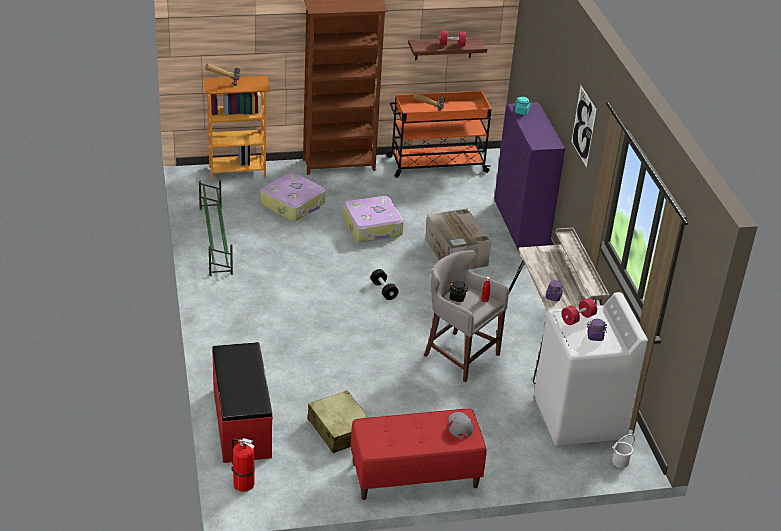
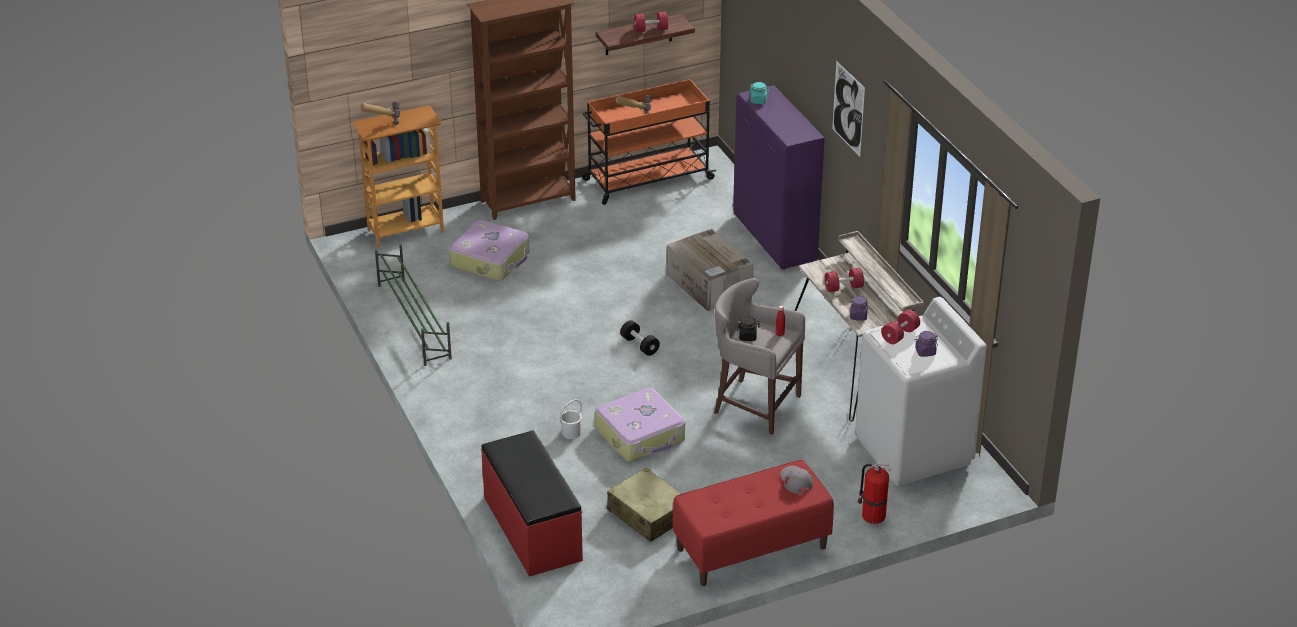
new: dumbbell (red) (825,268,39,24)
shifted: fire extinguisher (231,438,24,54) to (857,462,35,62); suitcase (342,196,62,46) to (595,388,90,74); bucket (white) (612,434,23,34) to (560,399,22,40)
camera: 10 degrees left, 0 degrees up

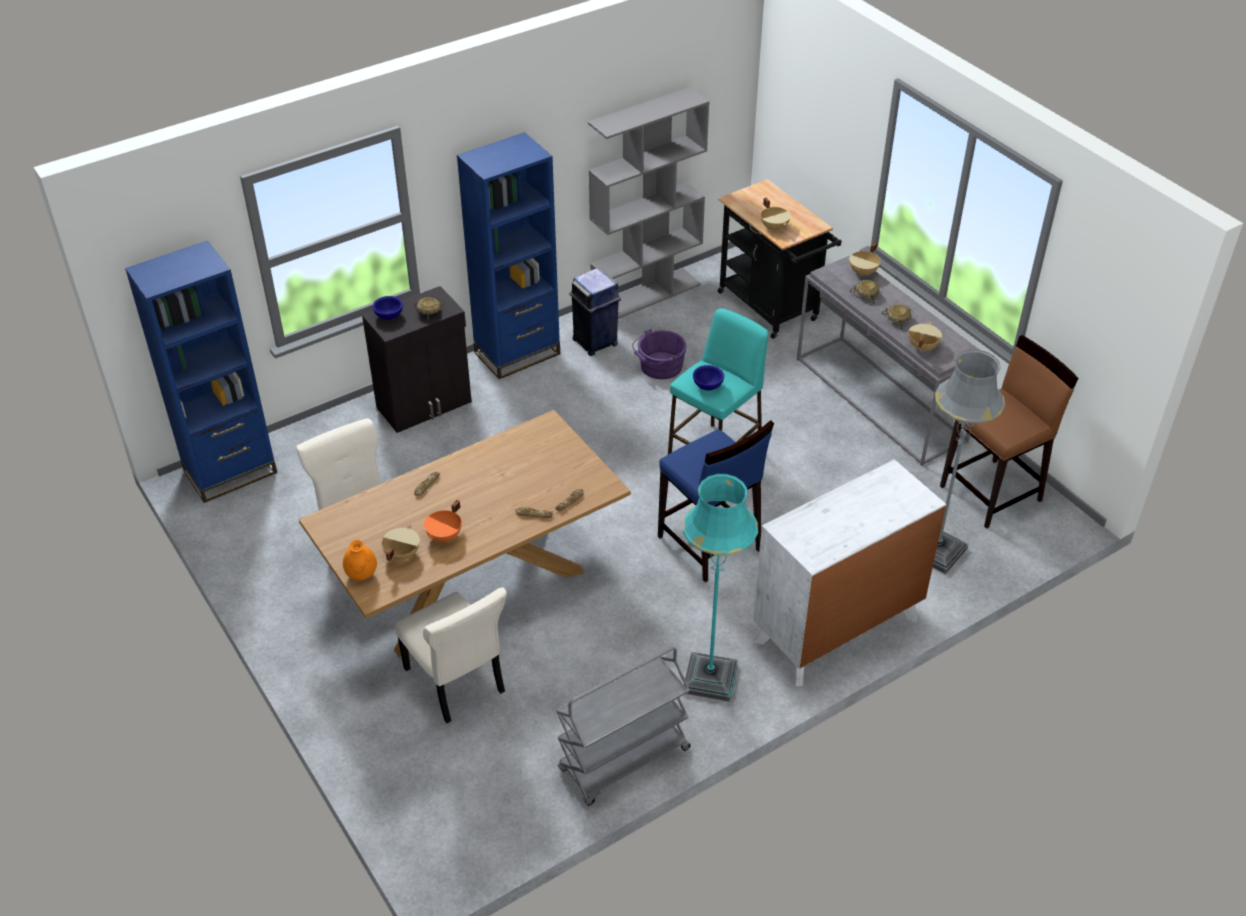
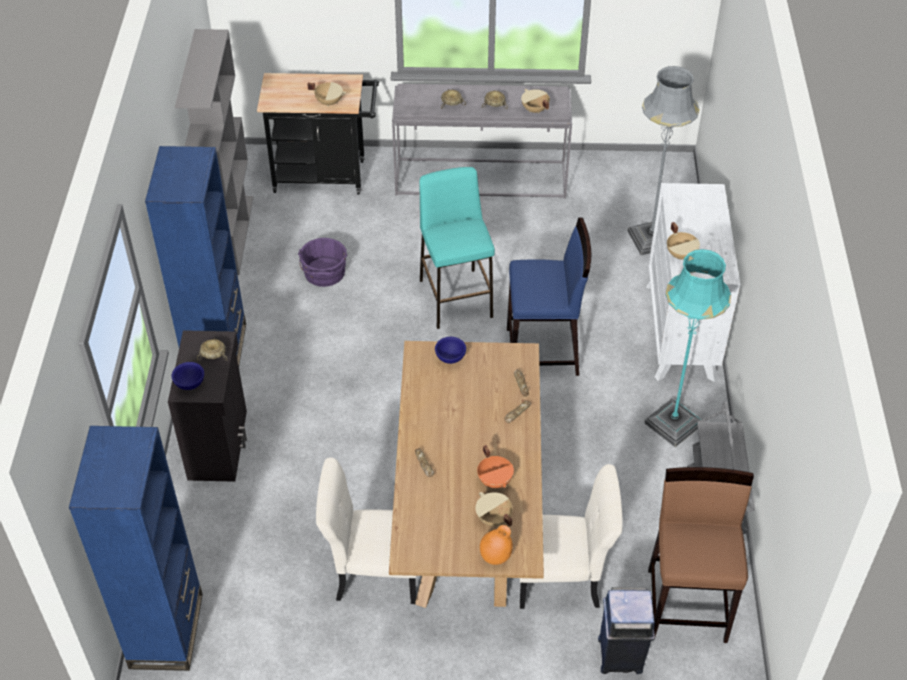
shifted: trash can (blue) (569,268,52,88) to (598,587,57,87); bowl (blue) (693,365,31,26) to (435,337,31,27); cooking pot (beige) (849,242,32,34) to (667,222,33,38); stool (brown) (940,335,139,194) to (648,467,106,176)
camera: 55 degrees left, 5 degrees up

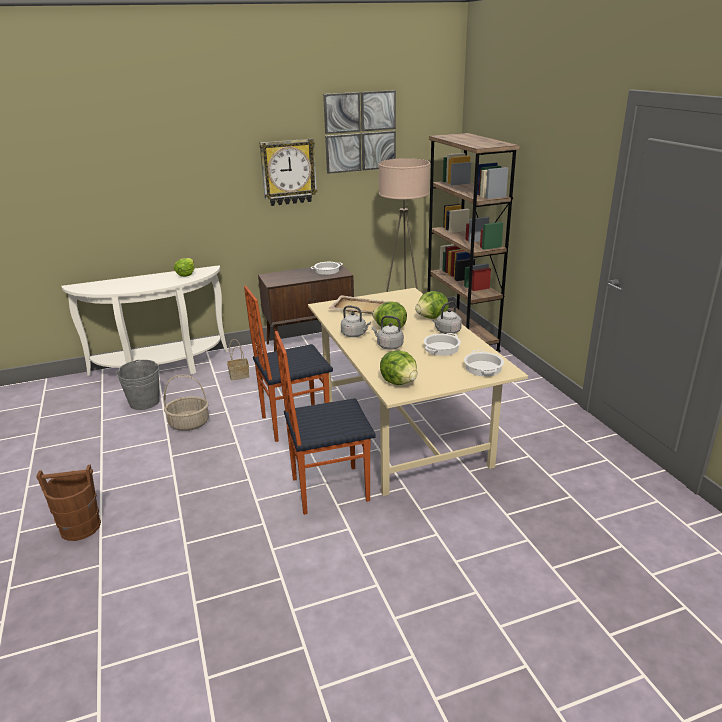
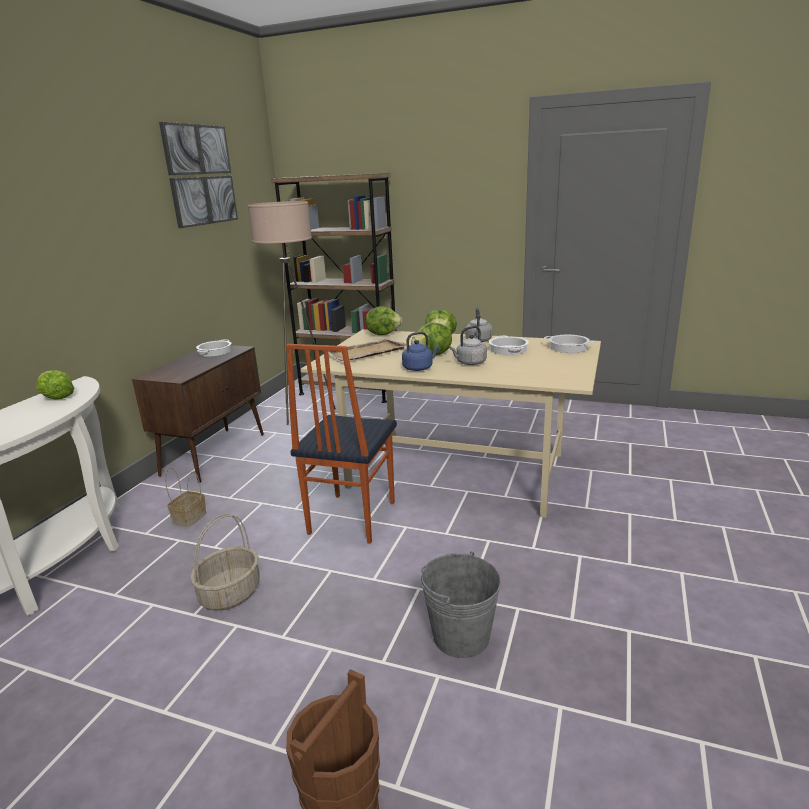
gone: wall clock (260,139,57,67); chair (275,331,101,184)
shifted: bucket (grey) (115,360,45,50) to (421,551,80,107); lettuce (380,351,38,34) to (366,306,36,29)
repainted: kettle (grey) (341,305,30,32) to kettle (blue) (402,332,38,39)
camera: 50 degrees left, 5 degrees down

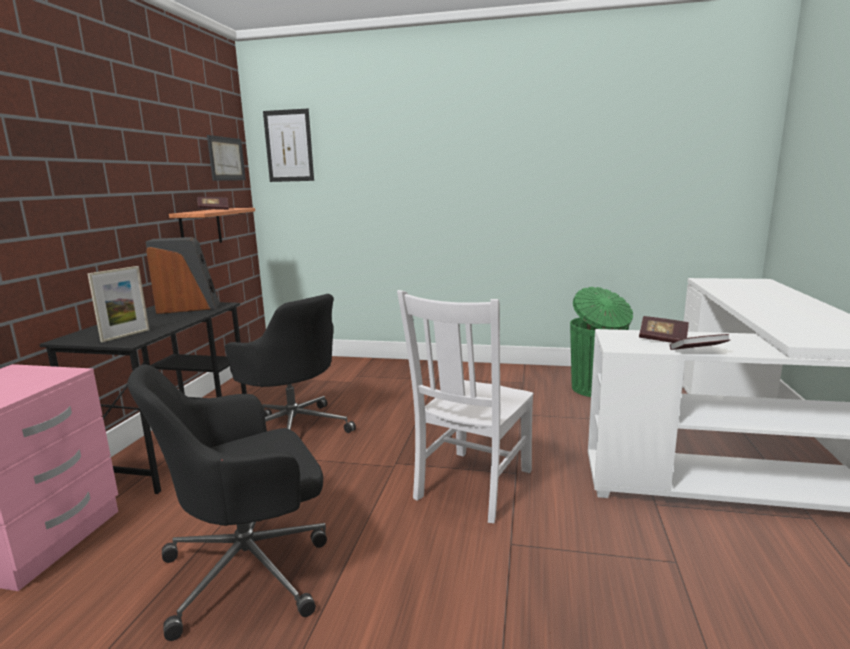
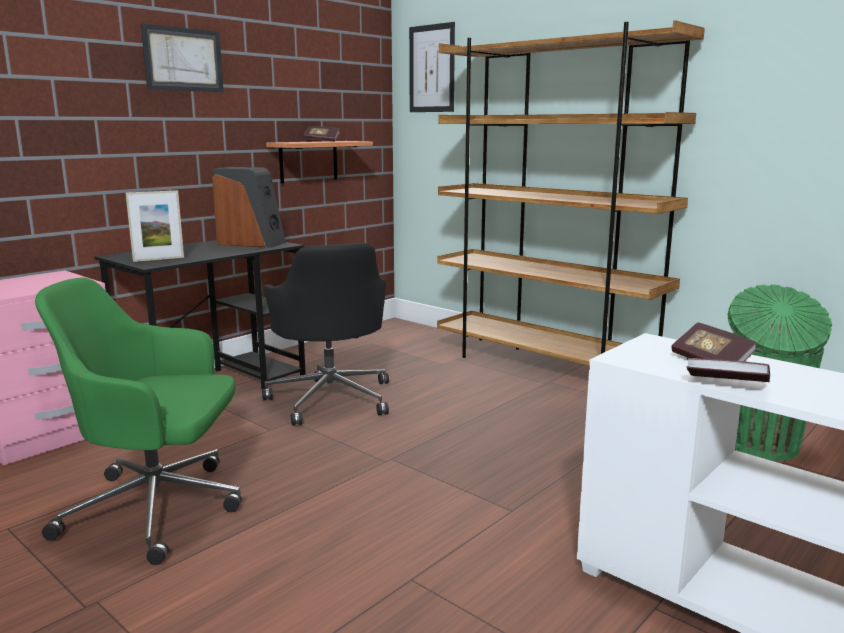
gone: chair (white) (397,290,137,233)
new: bookcase (brown) (437,20,268,345)
shifted: picture (207,135,39,46) to (141,24,83,68)
repainted: office chair (black) (127,364,200,277) to office chair (green) (35,277,207,288)
camera: 30 degrees right, 0 degrees up

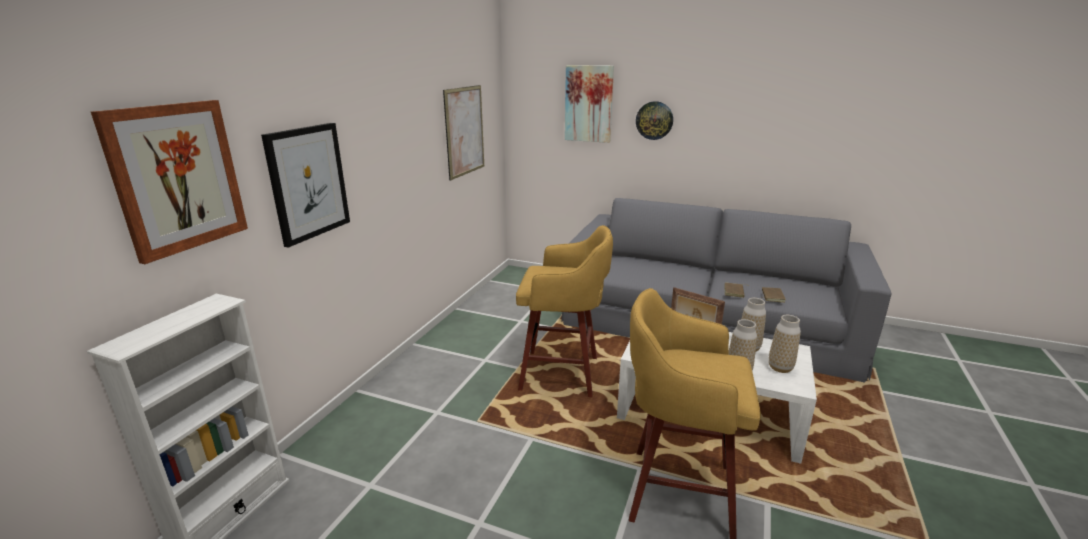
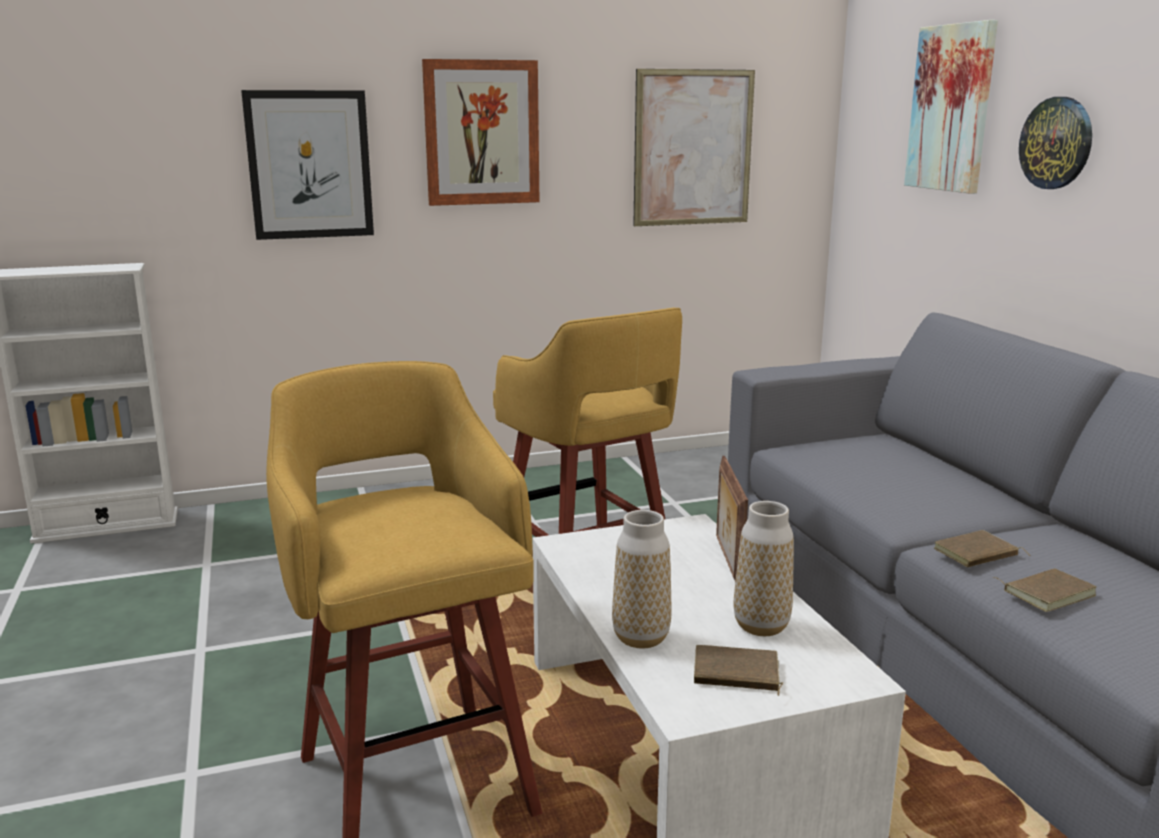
shifted: picture (91,100,157,164) to (422,59,117,147)
swapped: vase (768,315,33,58) to book (brown) (694,645,89,51)
camera: 50 degrees right, 5 degrees down

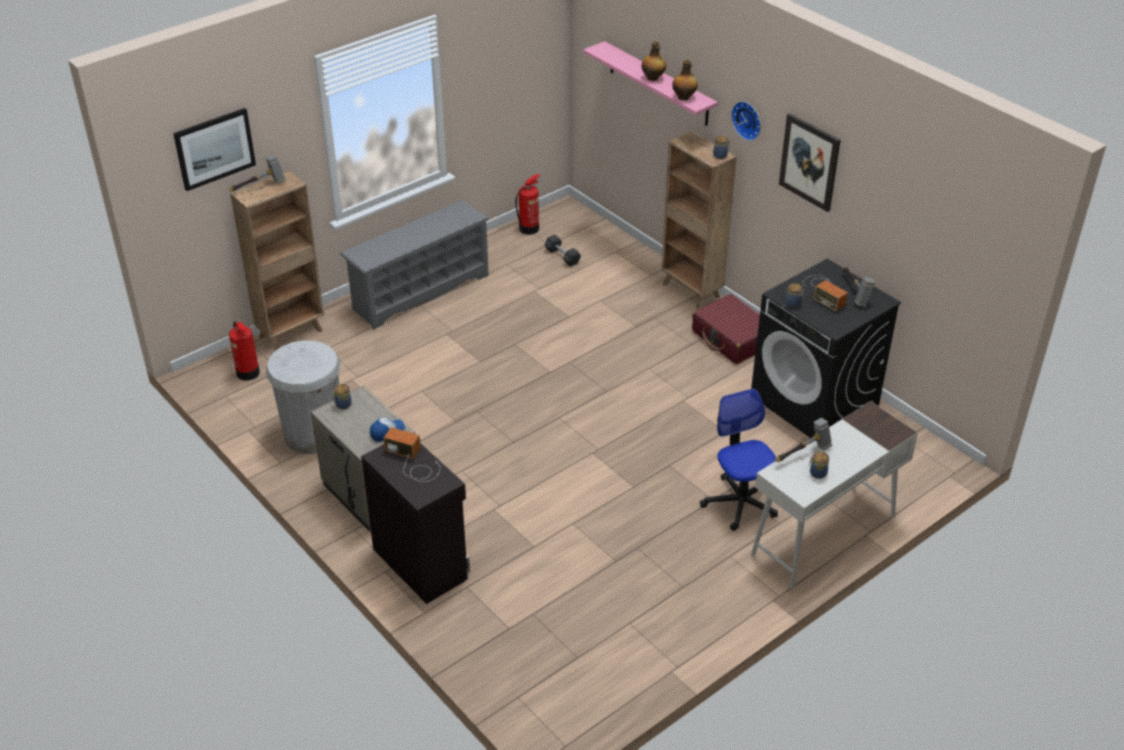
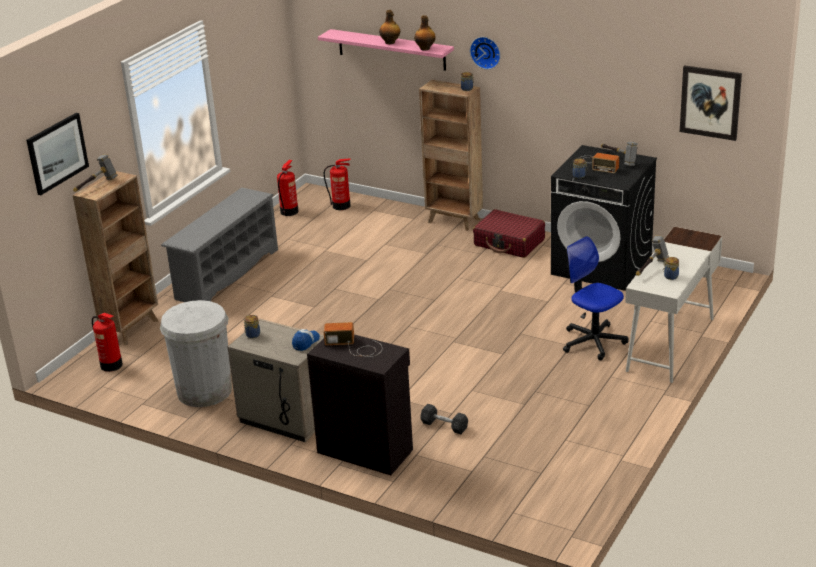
new: fire extinguisher (324,158,27,52)
shifted: dumbbell (grey) (544,234,37,33) to (420,404,48,30); picture (779,113,62,99) to (680,65,62,76)
camera: 20 degrees left, 10 degrees down

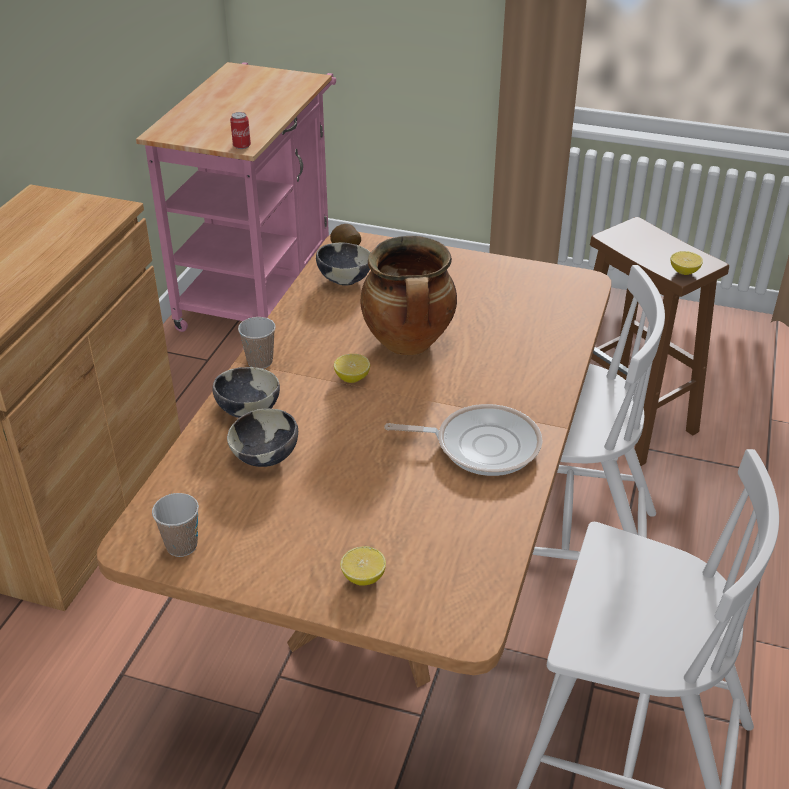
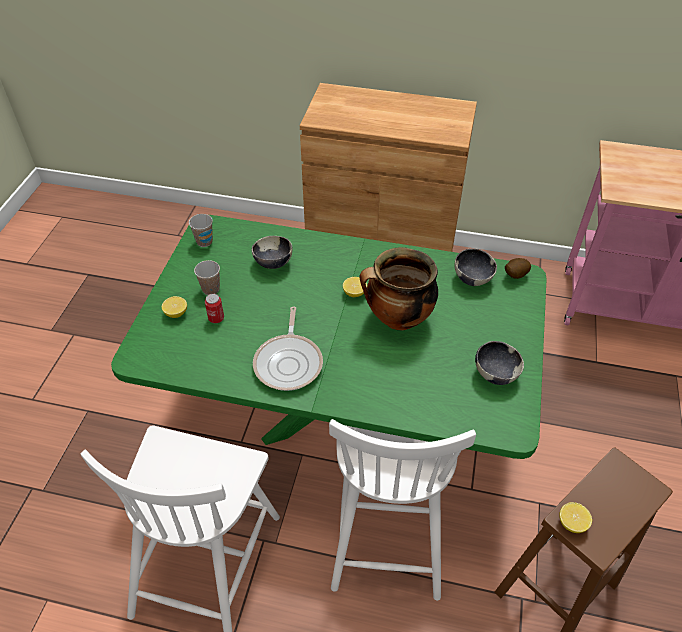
shifted: bowl (213,367,67,51) to (475,341,49,44); can (230,112,21,37) to (205,294,19,29); cup (238,317,38,52) to (194,260,26,35)
repainted: dining table (brown) (97,232,514,455) to dining table (green) (111,215,435,244)
camera: 85 degrees right, 10 degrees up

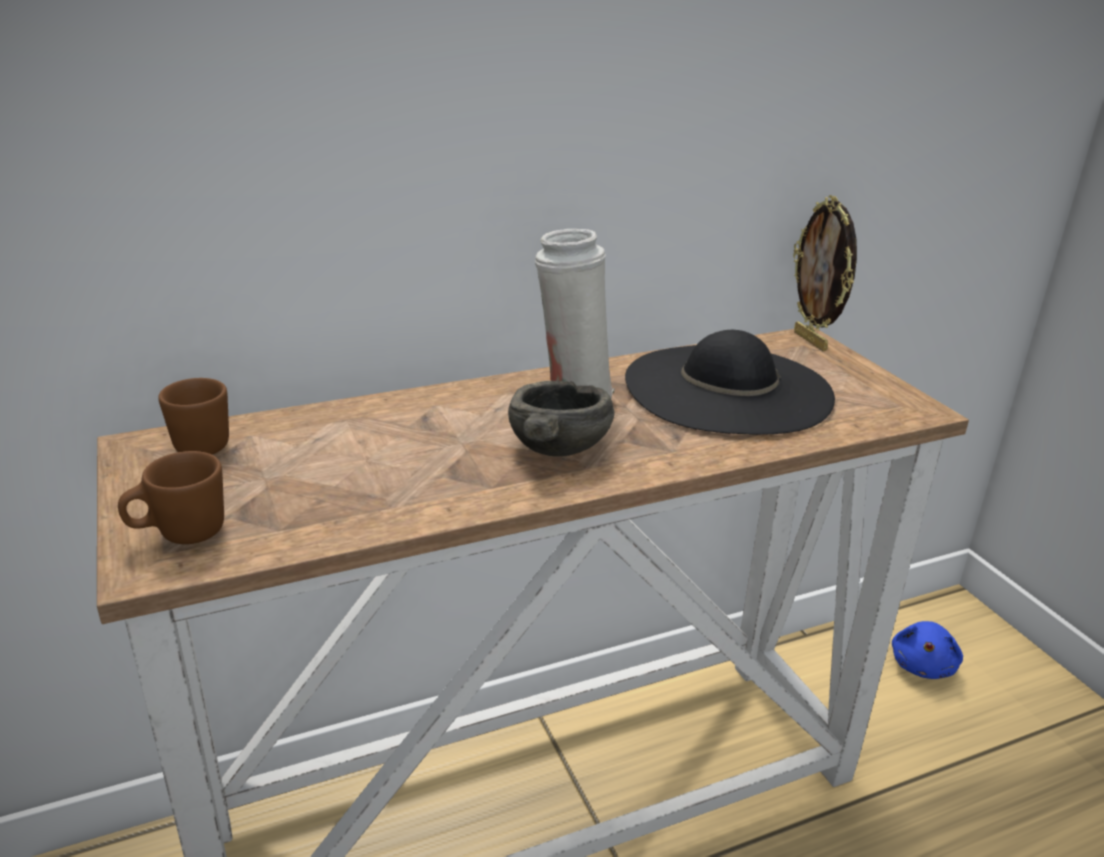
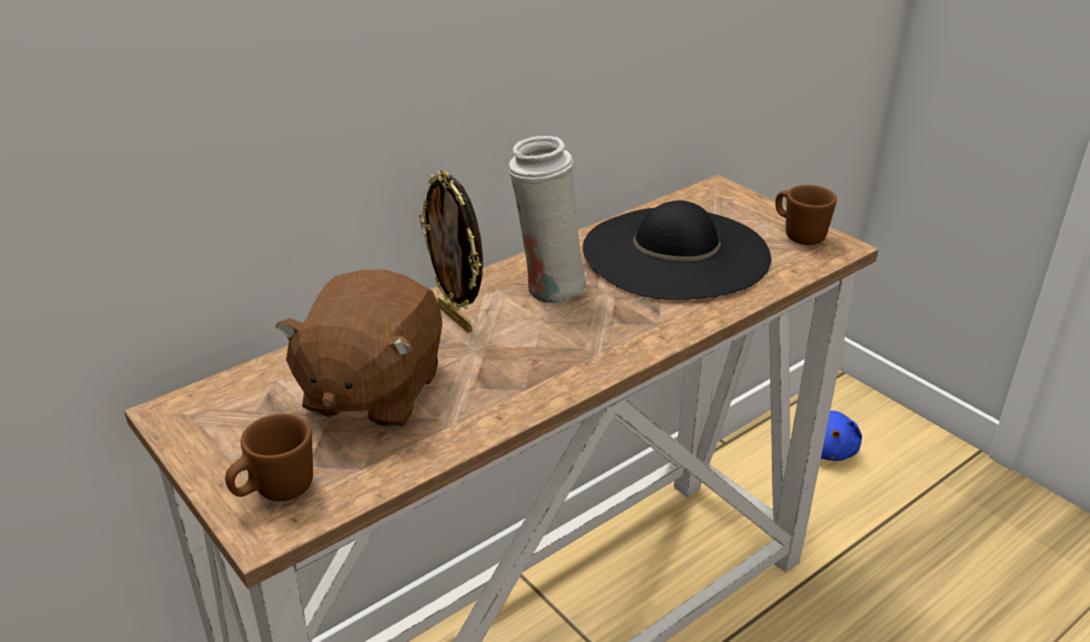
gone: bowl (grey) (508,381,107,76)
new: plush toy (brown) (276,270,167,159)
shifted: mug (brown) (158,378,71,77) to (775,185,62,60); picture frame (793,195,64,156) to (420,170,63,163)
camera: 15 degrees left, 5 degrees up

